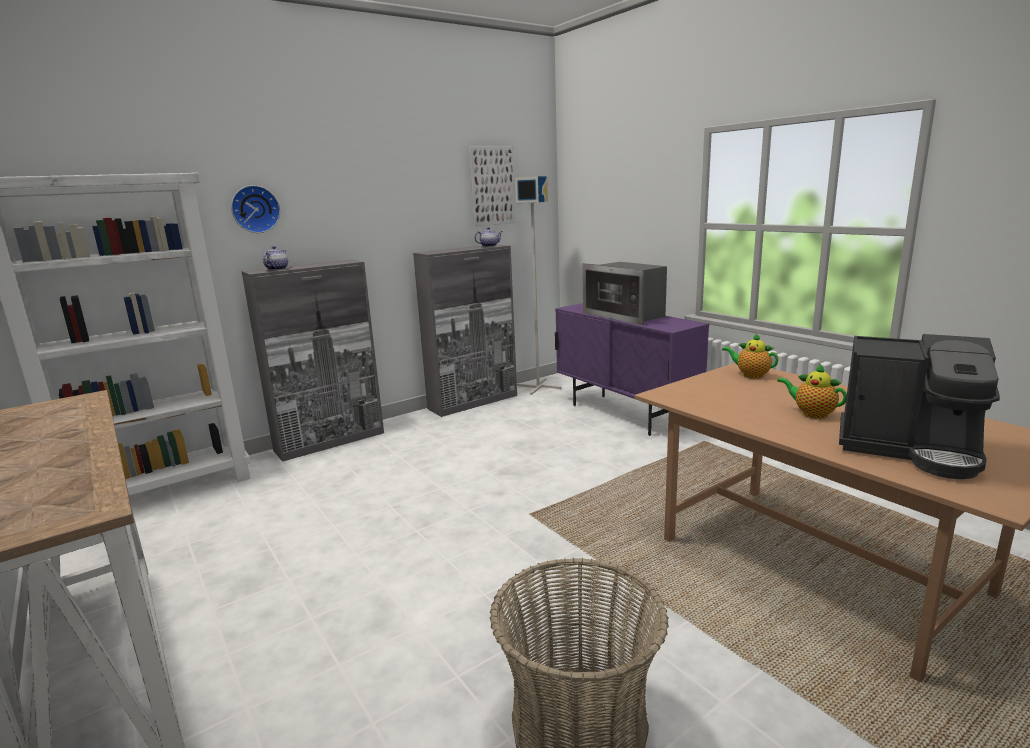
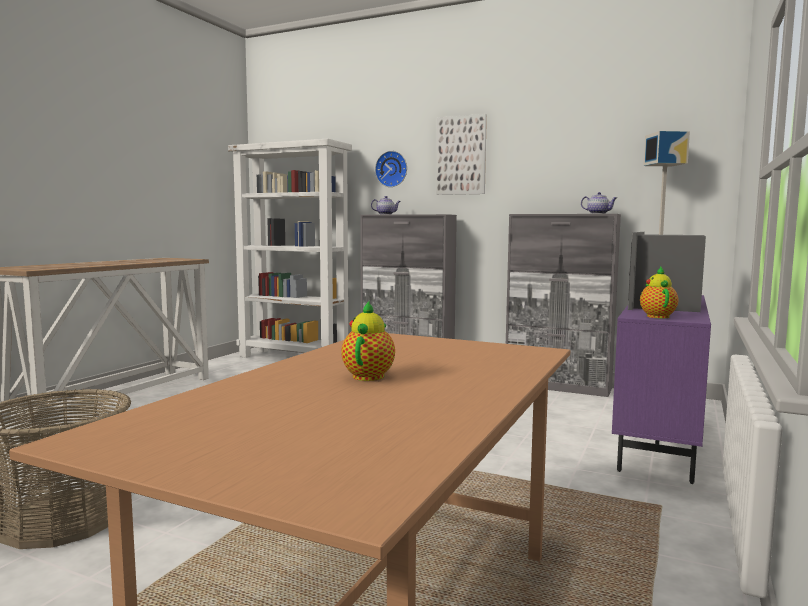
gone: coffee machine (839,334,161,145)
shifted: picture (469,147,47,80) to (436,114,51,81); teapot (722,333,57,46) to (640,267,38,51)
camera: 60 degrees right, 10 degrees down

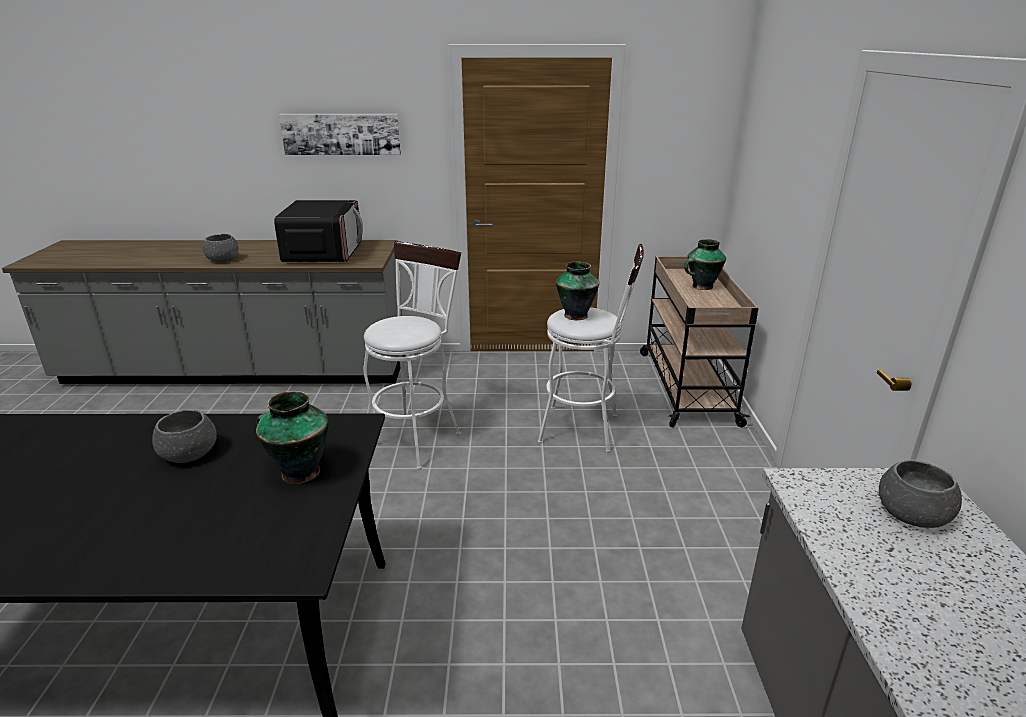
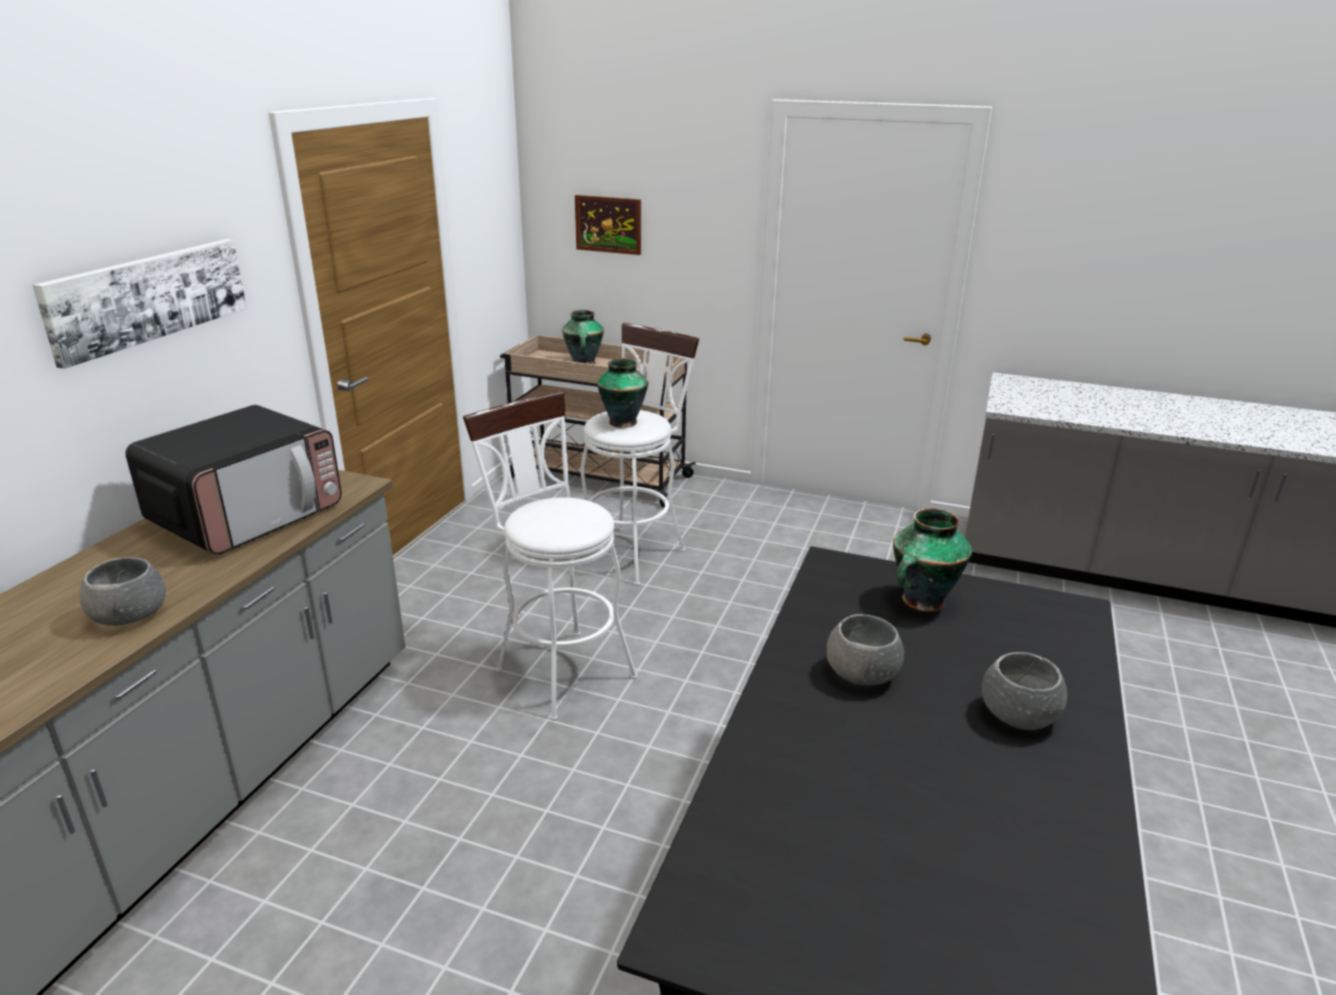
new: picture (575,195,66,60)
shifted: bowl (grey) (879,460,83,68) to (982,652,85,78)
rotated: microwave (274,200,89,62) = (125,405,217,150) 105 degrees clockwise
camera: 70 degrees left, 0 degrees up

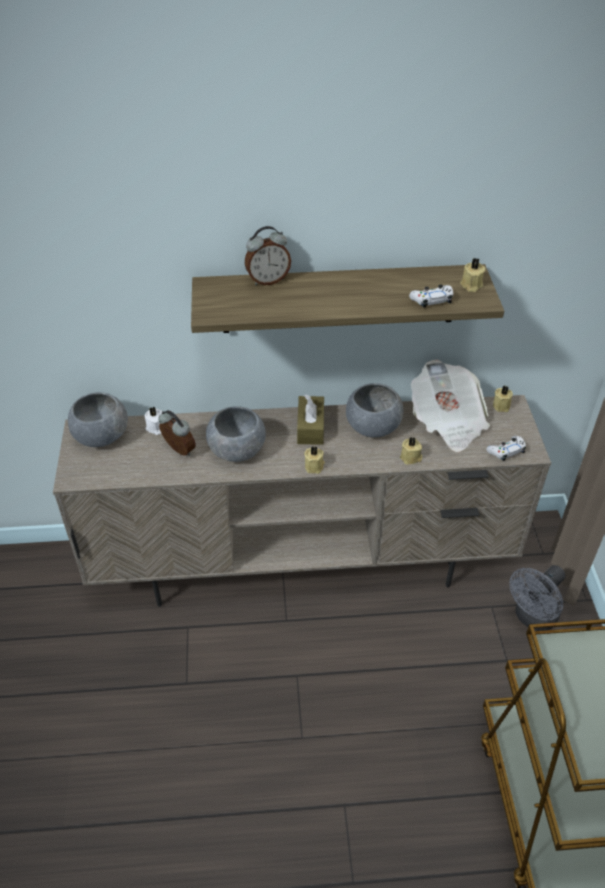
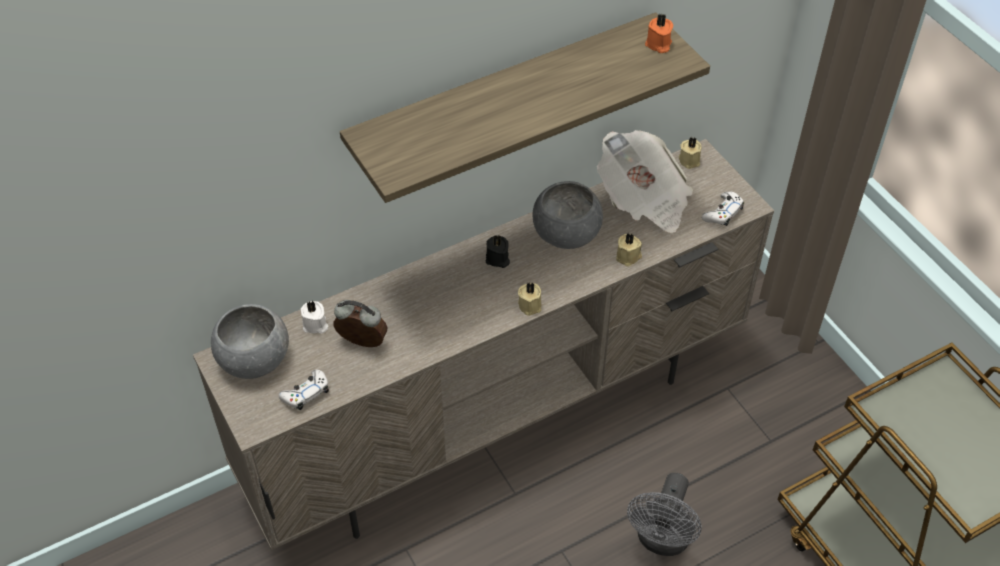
gone: bowl (grey) (206,407,60,55); alarm clock (245,226,46,59)
shifted: game controller (white) (409,284,44,24) to (279,369,50,41); fan (grey) (509,565,57,66) to (627,473,75,83)
swapped: tissue box (brown) (297,394,27,51) to candle (black) (486,235,24,33)
repainted: candle (beige) (460,258,25,34) to candle (orange) (645,13,28,40)
camera: 25 degrees left, 5 degrees up

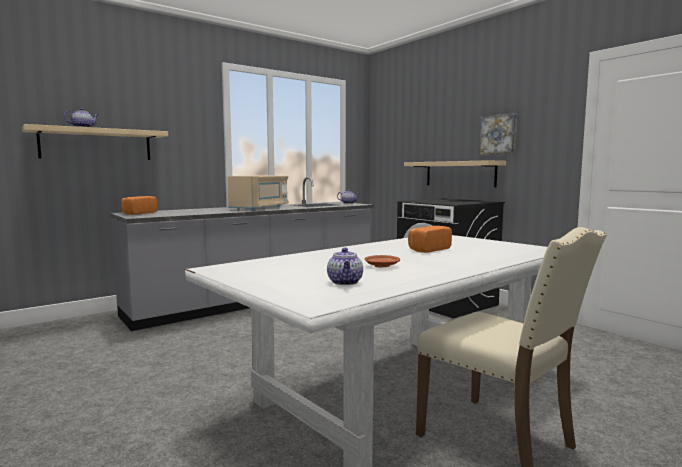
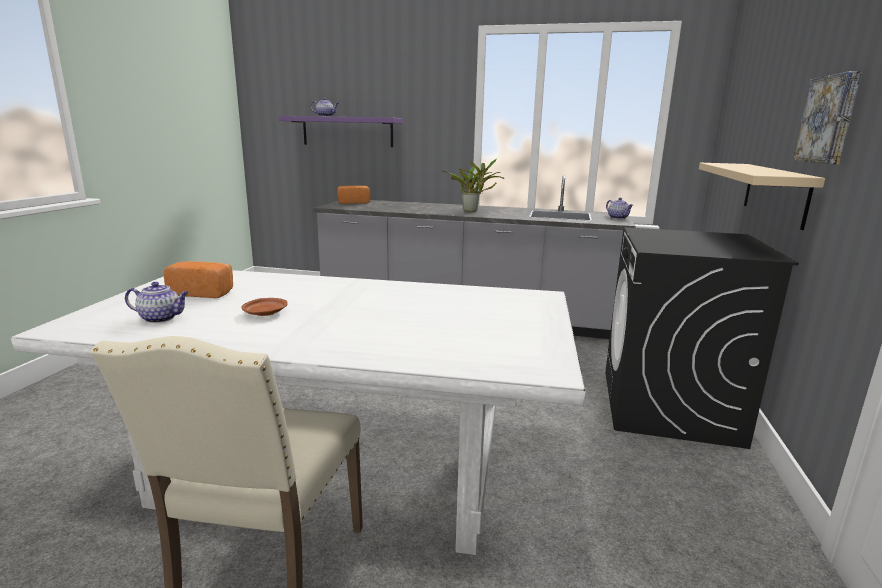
shifted: bread (408,226,44,27) to (164,261,69,37)
swapped: microwave (beige) (227,176,62,34) to potted plant (442,159,62,53)
repainted: shelf (beige) (22,124,146,36) to shelf (purple) (278,116,125,31)
rotated: teapot (327,248,36,37) = (125,282,64,41) 135 degrees counterclockwise
camera: 50 degrees right, 10 degrees up

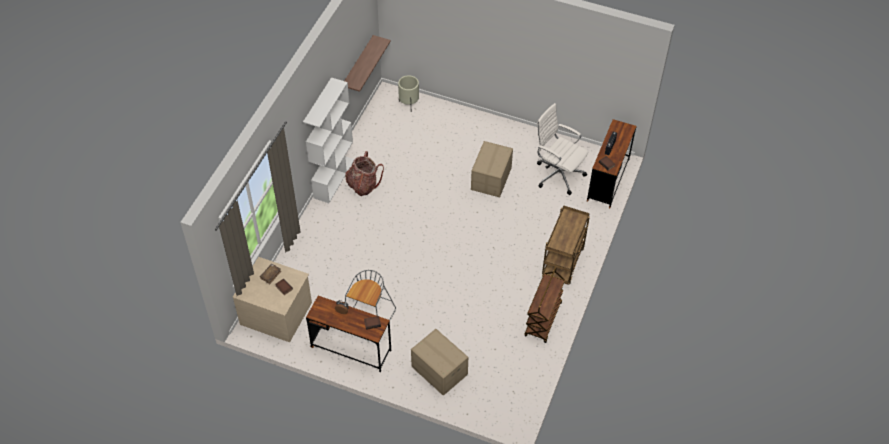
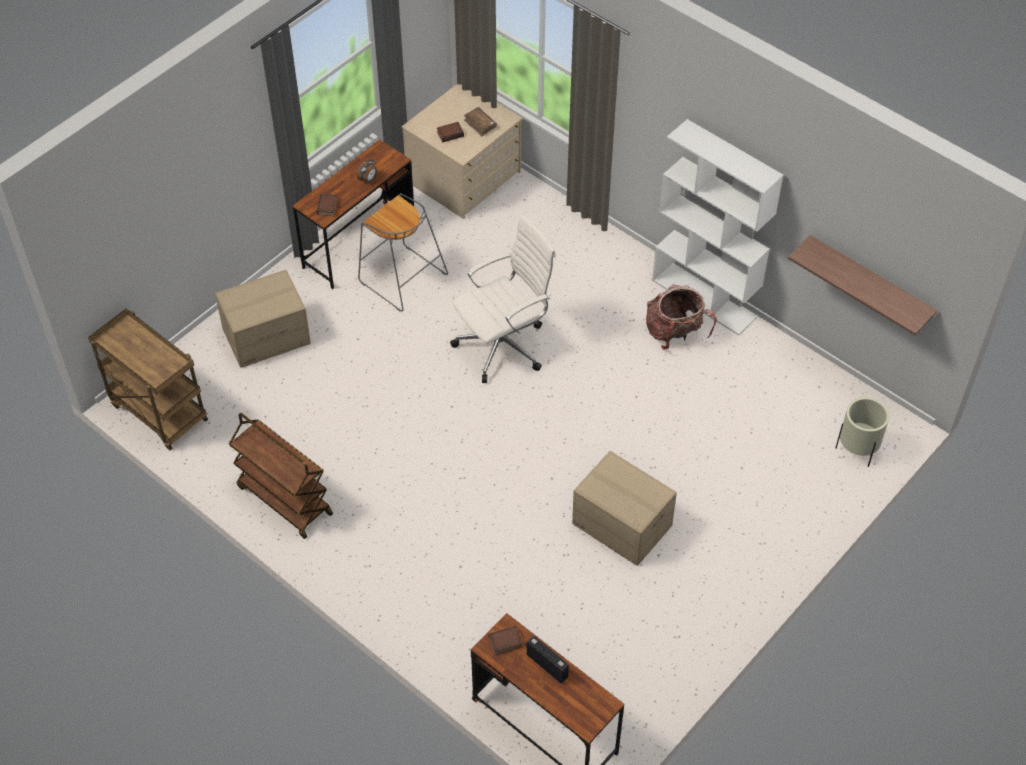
shifted: office chair (white) (537,103,52,92) to (450,215,106,168); cart (brown) (542,205,48,80) to (88,309,120,142)
camera: 110 degrees right, 0 degrees up

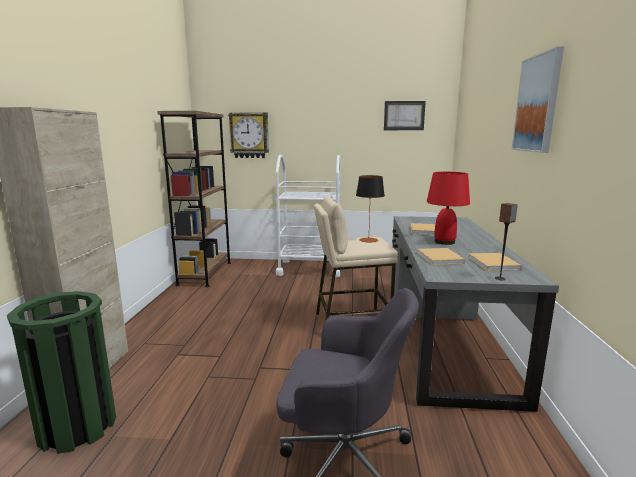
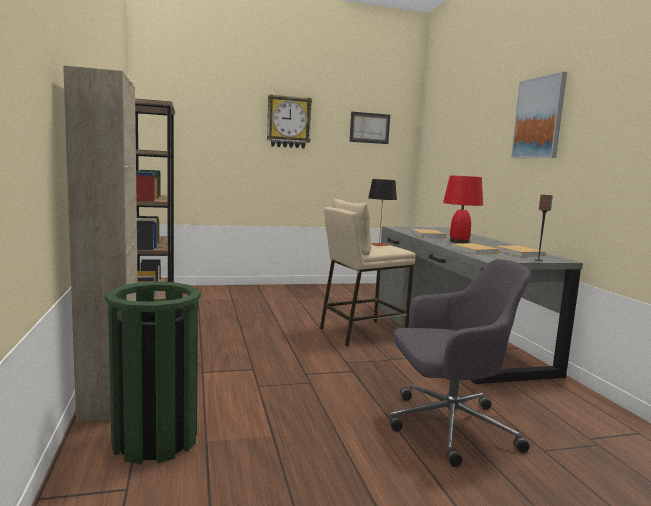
gone: cart (white) (276,155,64,123)
shifted: wall clock (228,112,41,46) to (267,94,45,54)
camera: 20 degrees left, 5 degrees down

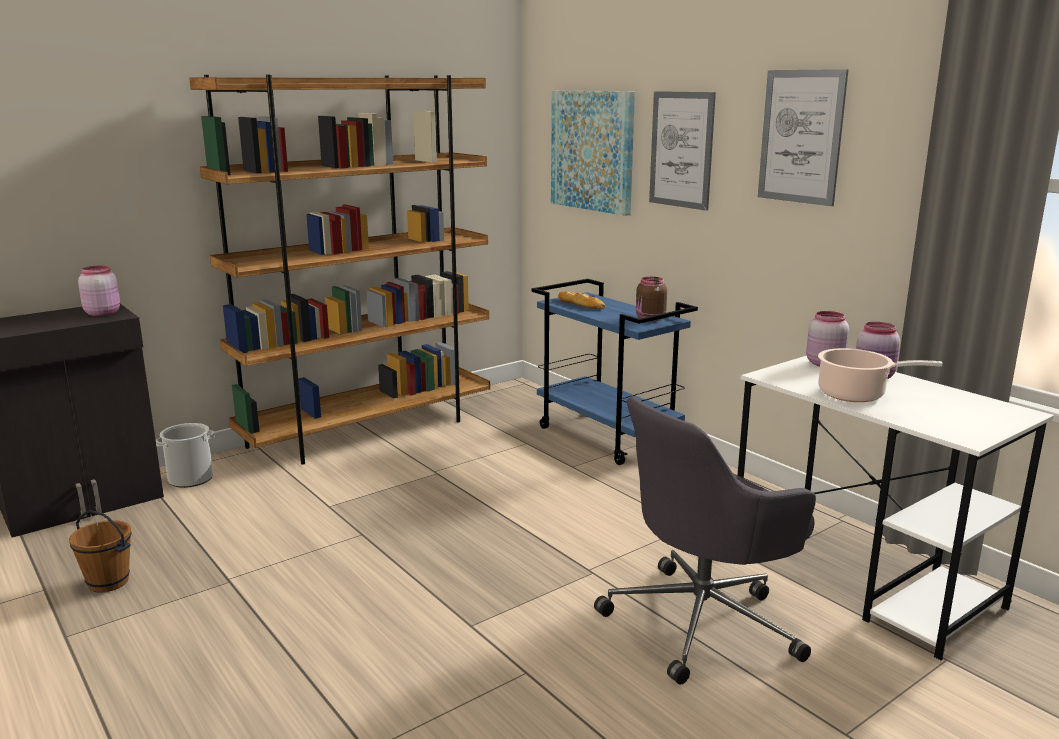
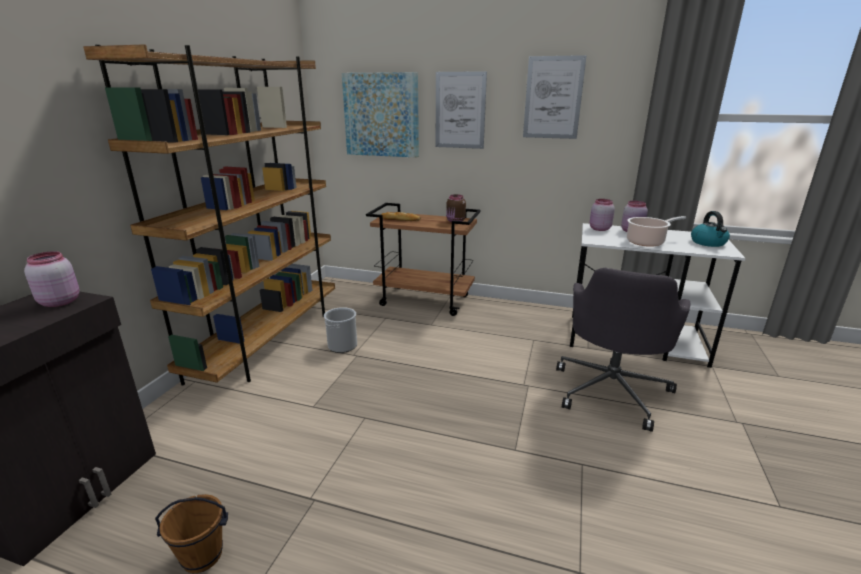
new: kettle (691,211,39,36)
shifted: bucket (156,423,58,65) to (324,307,33,46)
repainted: cart (blue) (531,279,167,186) to cart (brown) (366,203,115,113)
camera: 35 degrees left, 5 degrees up

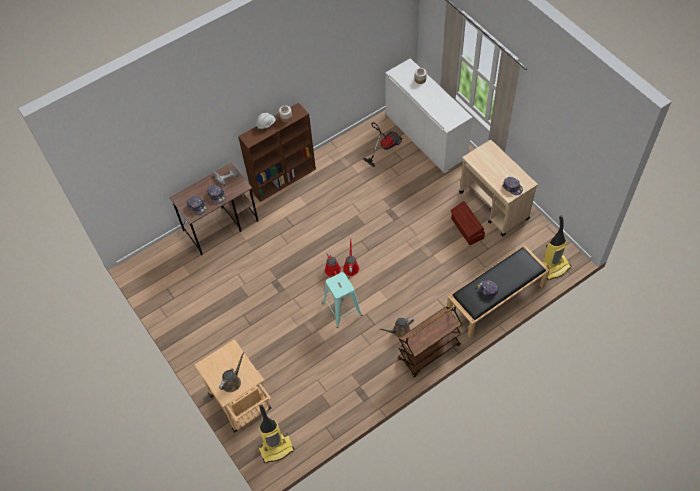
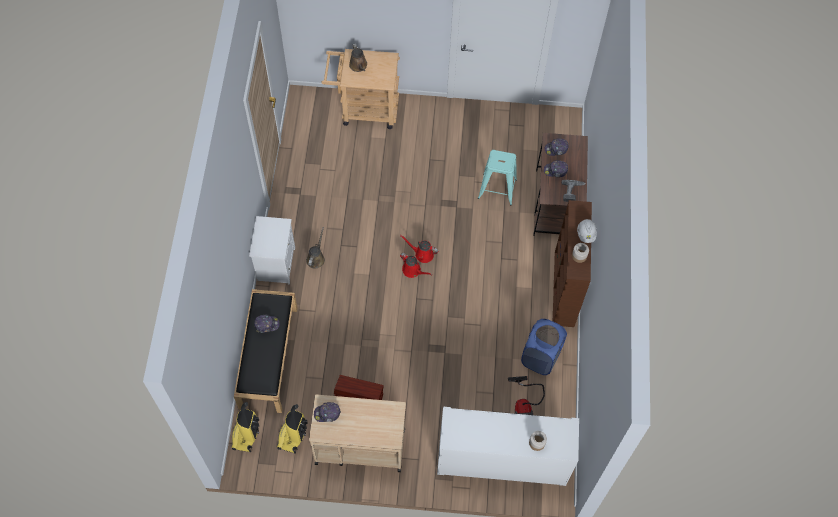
new: laundry basket (blue) (521,319,46,56)
shifted: vacuum cleaner (258,405,36,58) to (277,404,31,49); stool (turquoise) (322,272,40,56) to (478,150,39,55)
swapped: cart (brown) (398,306,64,71) to nightstand (white) (249,216,46,68)
camera: 125 degrees right, 5 degrees up

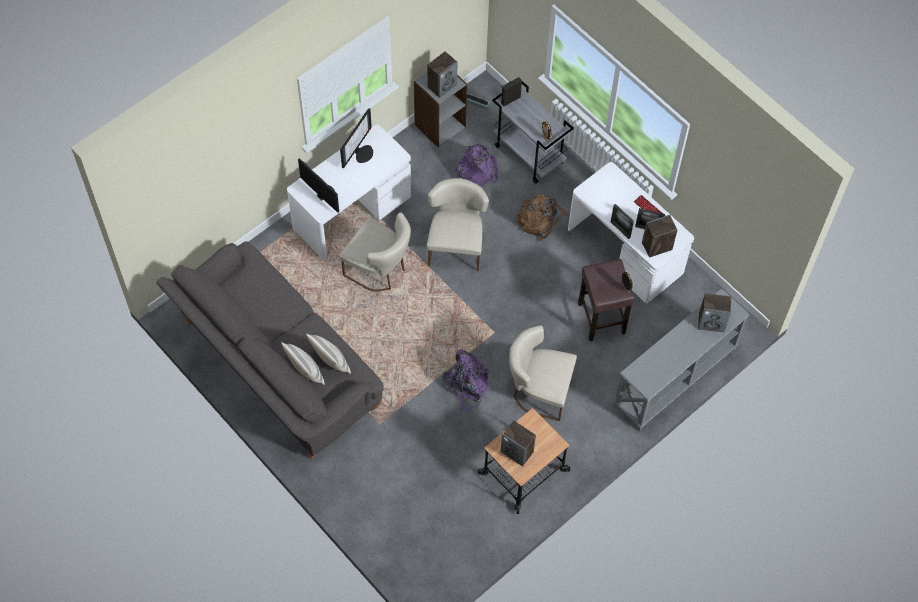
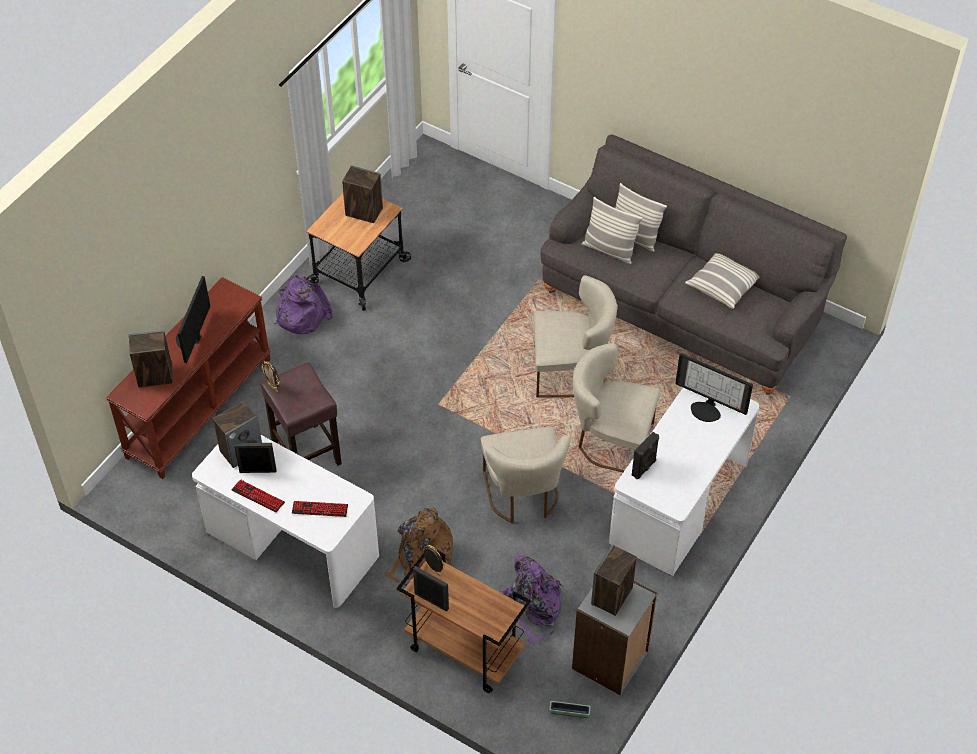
new: keyboard (292,501,56,16); pillow (685,253,75,56)
shifted: monitor (340,108,33,60) to (176,276,34,87); backpack (purple) (443,350,48,61) to (275,275,58,59); speaker (black) (501,77,21,29) to (632,432,27,47); chair (beige) (509,325,68,96) to (534,275,84,122); picture frame (611,204,23,35) to (413,566,36,46)
repainted: cart (grey) (492,81,82,103) to cart (brown) (397,549,134,144); console table (grey) (613,288,137,144) to console table (brown) (106,277,165,202)
camera: 165 degrees right, 10 degrees down

